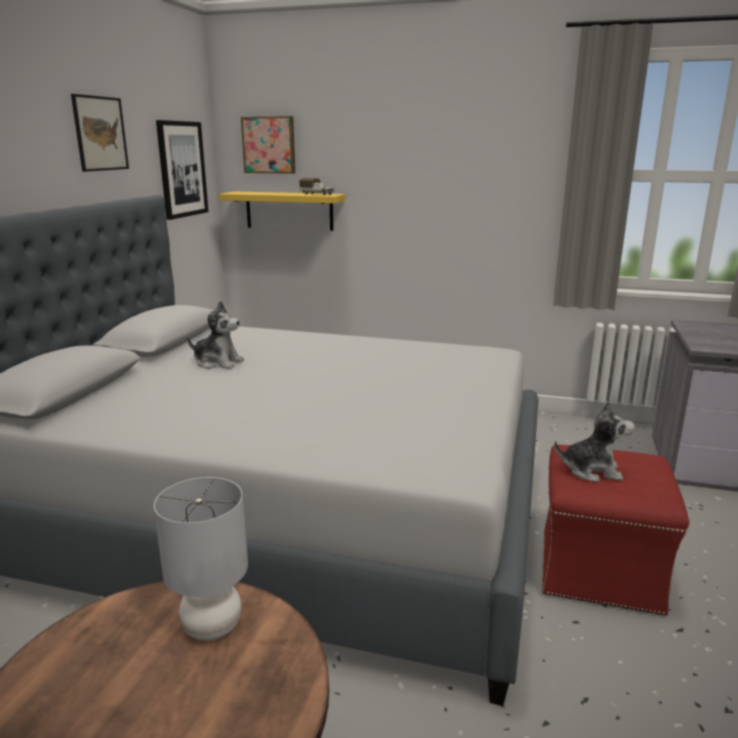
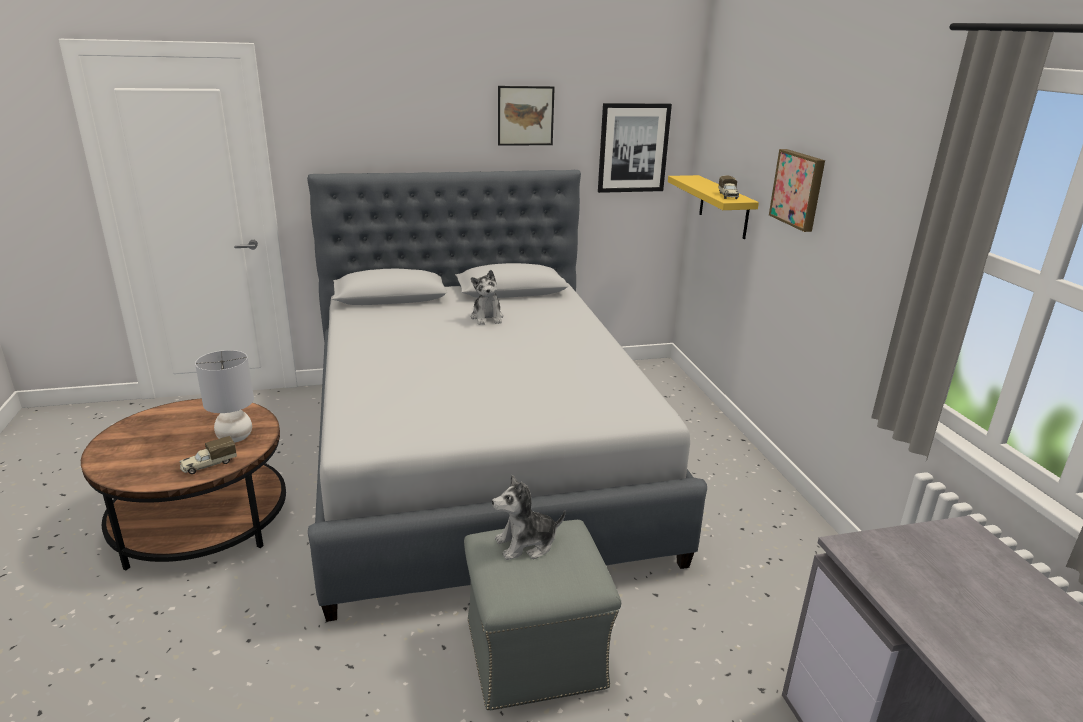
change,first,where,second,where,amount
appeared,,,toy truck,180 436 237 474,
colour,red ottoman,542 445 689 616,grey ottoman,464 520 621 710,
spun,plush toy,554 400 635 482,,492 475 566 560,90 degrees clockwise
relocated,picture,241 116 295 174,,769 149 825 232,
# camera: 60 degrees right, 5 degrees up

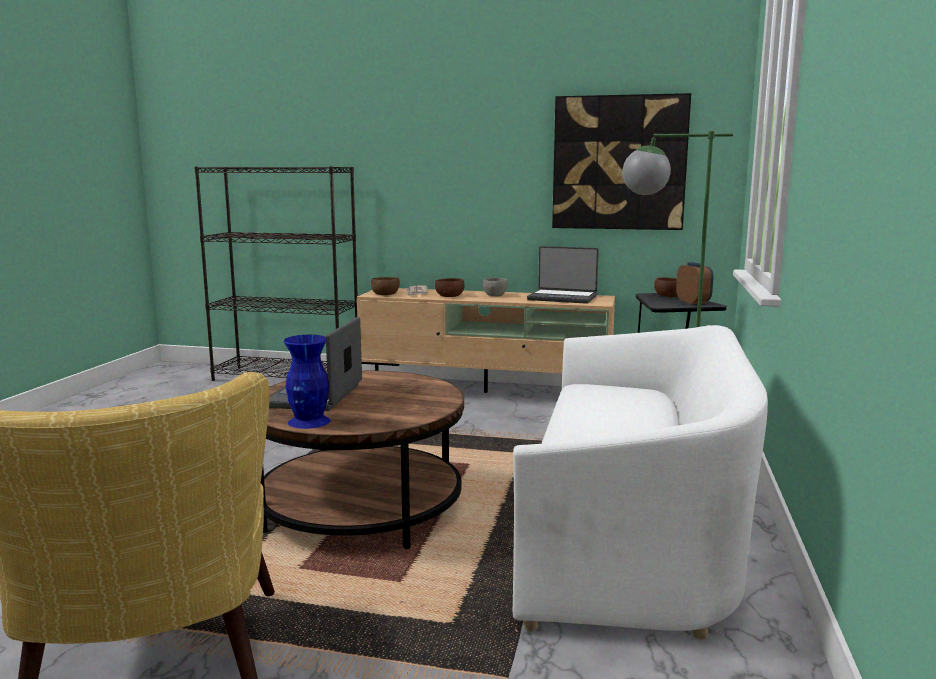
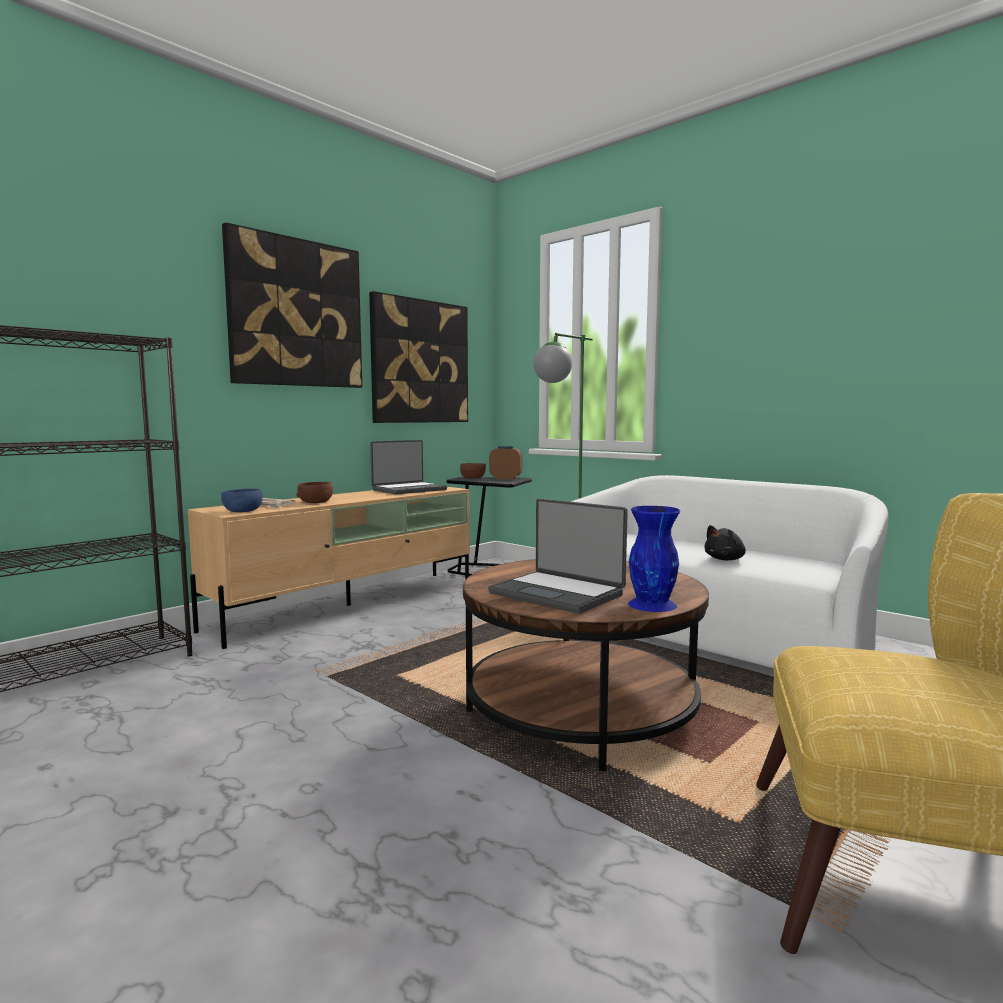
change,first,where,second,where,amount
colour,brown bowl,371 277 400 295,blue bowl,221 489 263 512,
appeared,,,picture,222 222 362 388,
appeared,,,black plush toy,704 525 746 560,
missing,grey bowl,483 278 508 296,,,
# camera: 60 degrees left, 5 degrees down

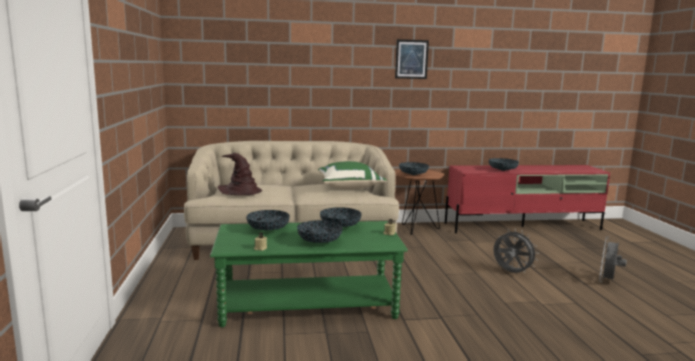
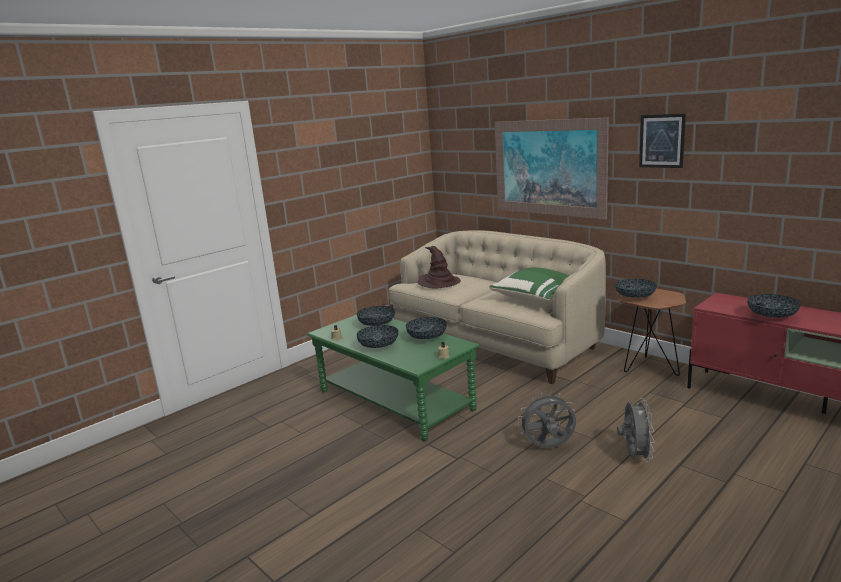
change,first,where,second,where,amount
appeared,,,picture,495 117 609 220,
relocated,grey fan,599 236 627 282,,518 391 576 448,
# camera: 55 degrees right, 5 degrees up

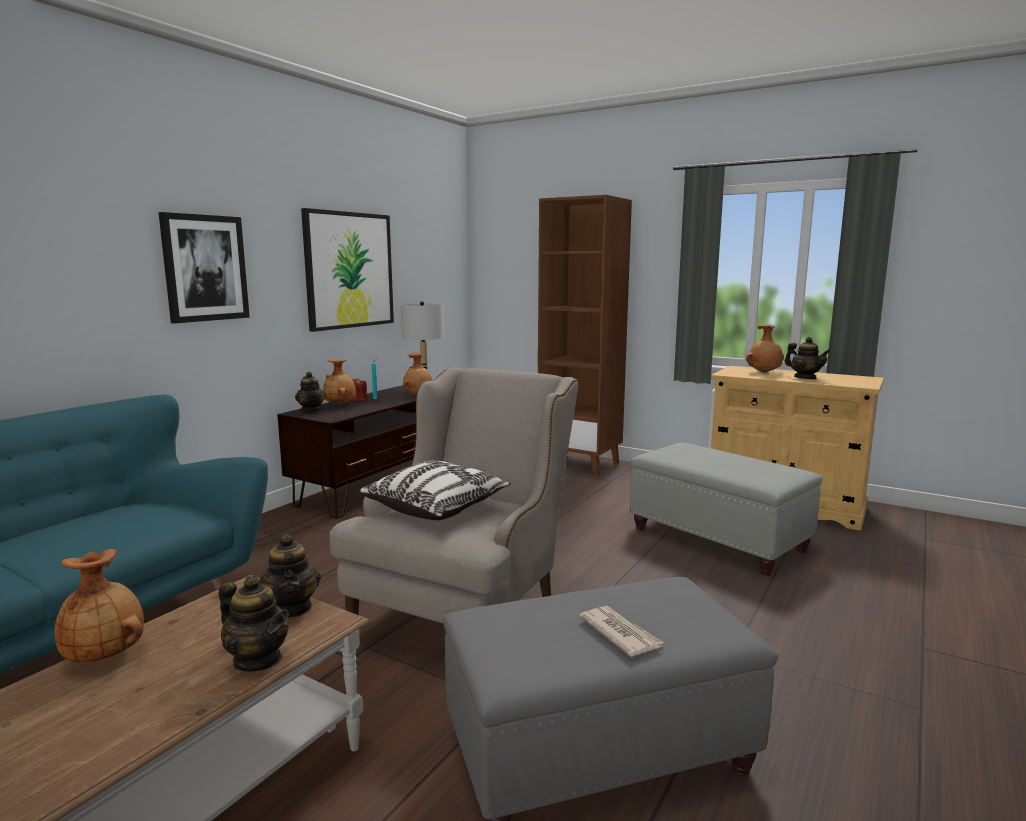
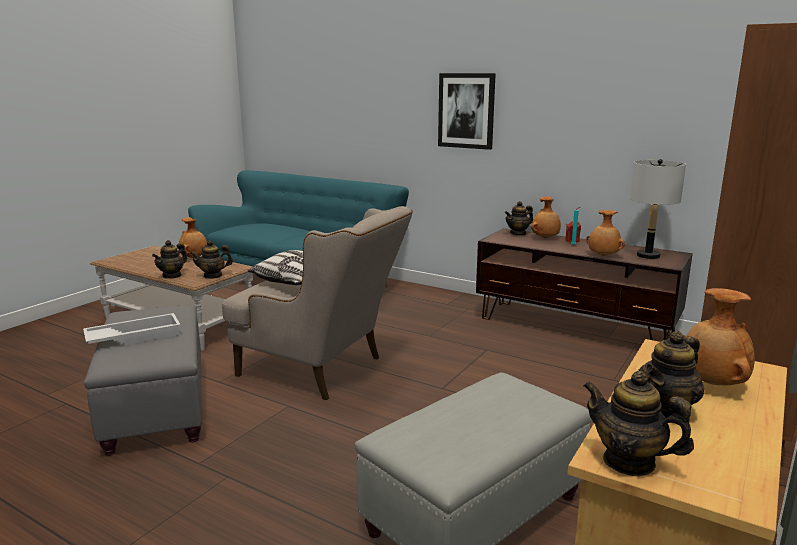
change,first,where,second,where,amount
exchanged,newspaper,579 606 664 657,white tray,83 313 180 345,
appeared,,,teapot,583 371 694 476,
missing,picture,301 208 394 332,,,
# camera: 90 degrees right, 5 degrees up

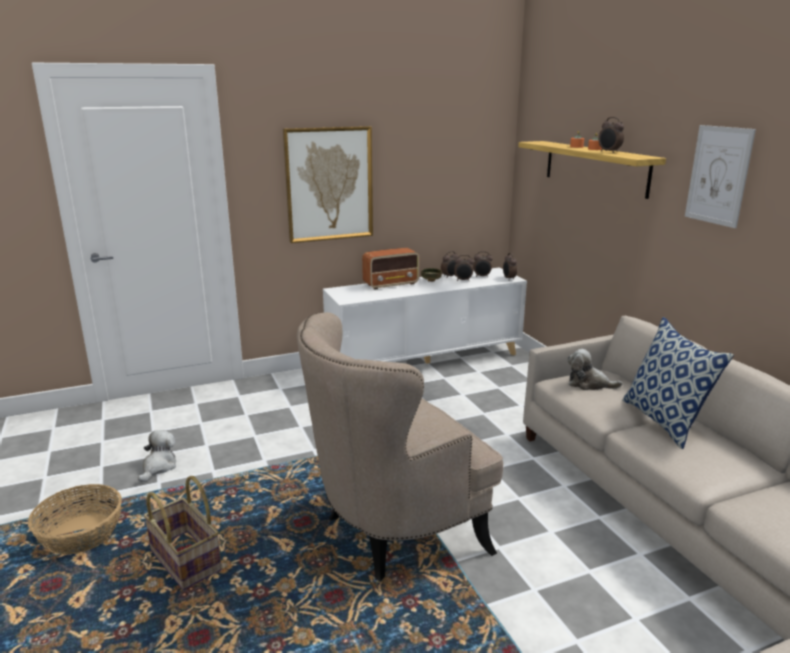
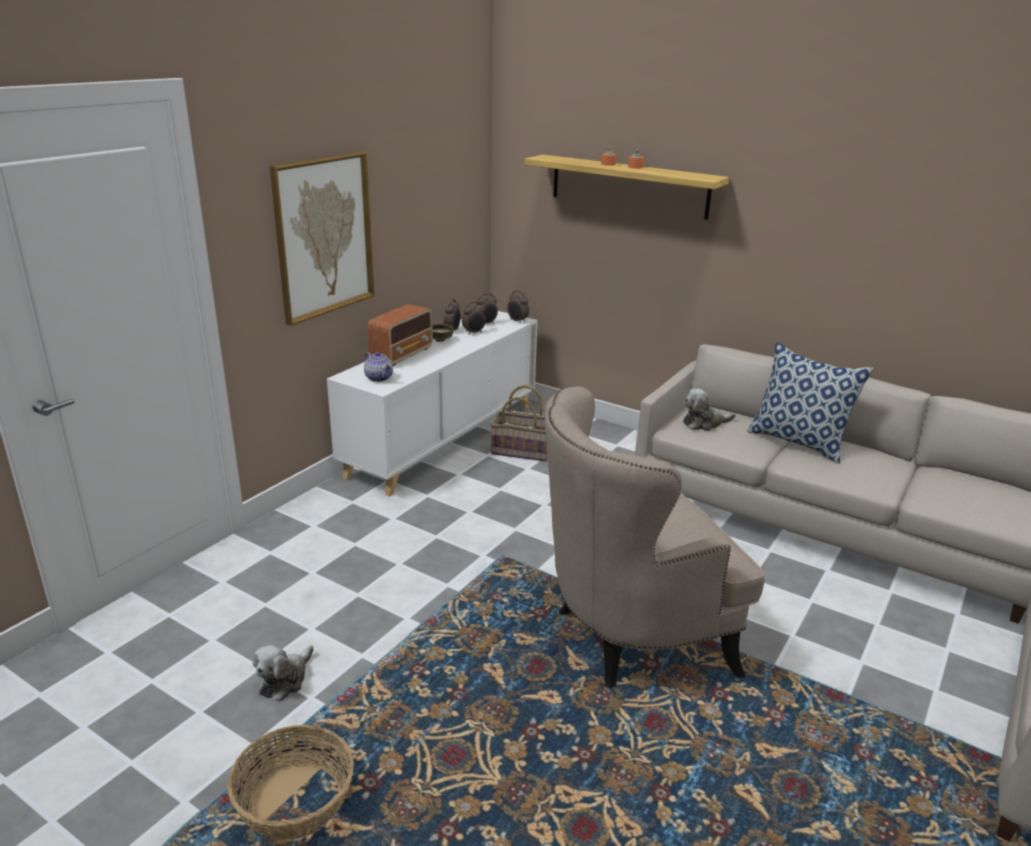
change,first,where,second,where,amount
spun,plush toy,138 430 176 482,,253 645 313 702,135 degrees counterclockwise
appeared,,,teapot,364 352 393 382,
relocated,basket,143 476 222 590,,490 385 547 461,
spun,beige armchair,297 312 503 581,,544 386 765 689,45 degrees clockwise
missing,alarm clock,598 117 624 153,,,
missing,picture,685 125 756 228,,,
# camera: 35 degrees left, 5 degrees up

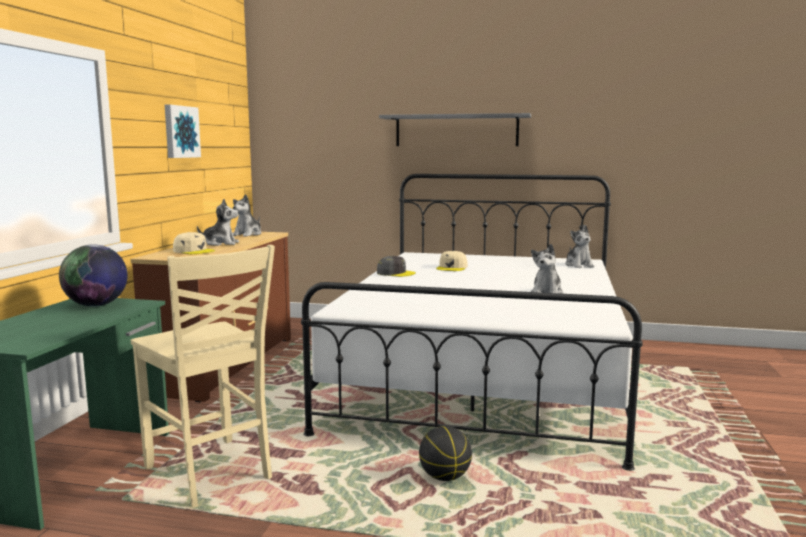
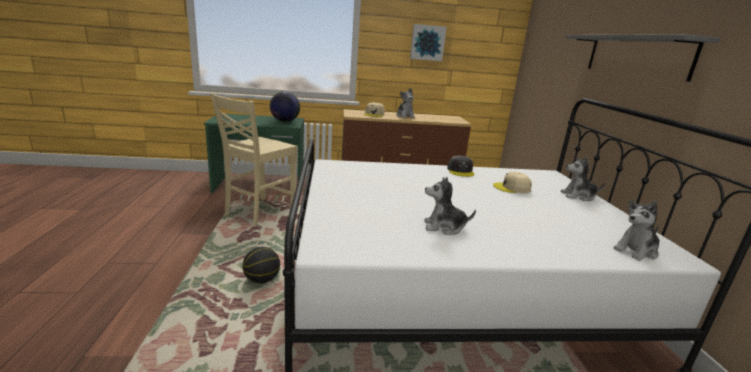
change,first,where,second,where,amount
relocated,plush toy,233 194 261 237,,561 156 605 201,
# camera: 70 degrees right, 10 degrees up

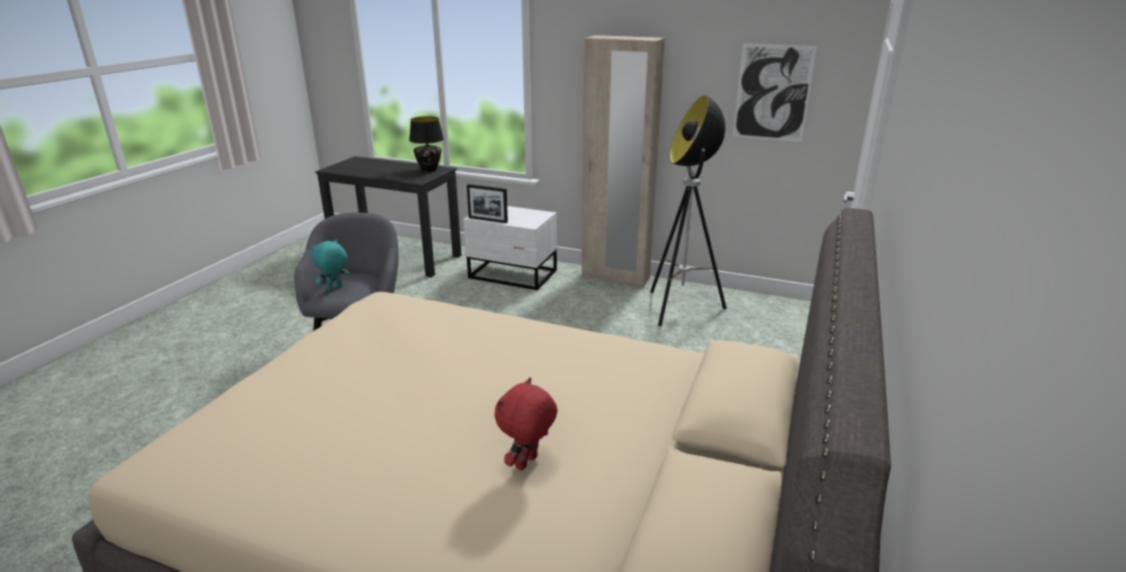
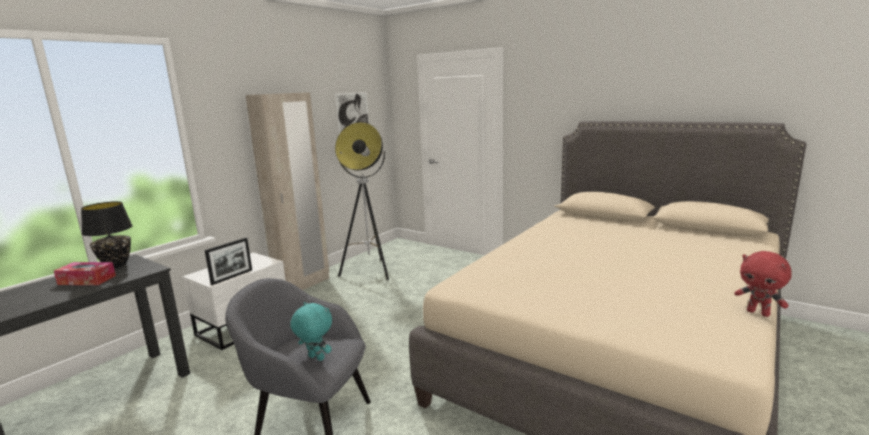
change,first,where,second,where,amount
appeared,,,tissue box,54 262 116 285,
spun,turquoise plush toy,310 239 350 291,,290 302 332 361,150 degrees clockwise
relocated,red plush toy,495 377 558 471,,734 251 792 317,
# camera: 75 degrees left, 10 degrees down

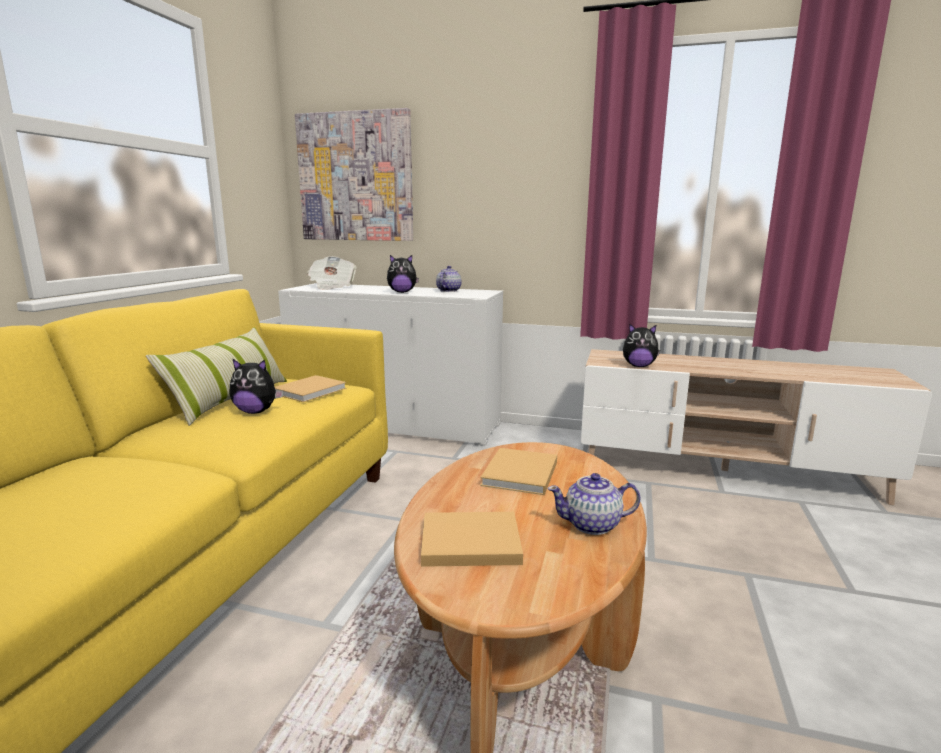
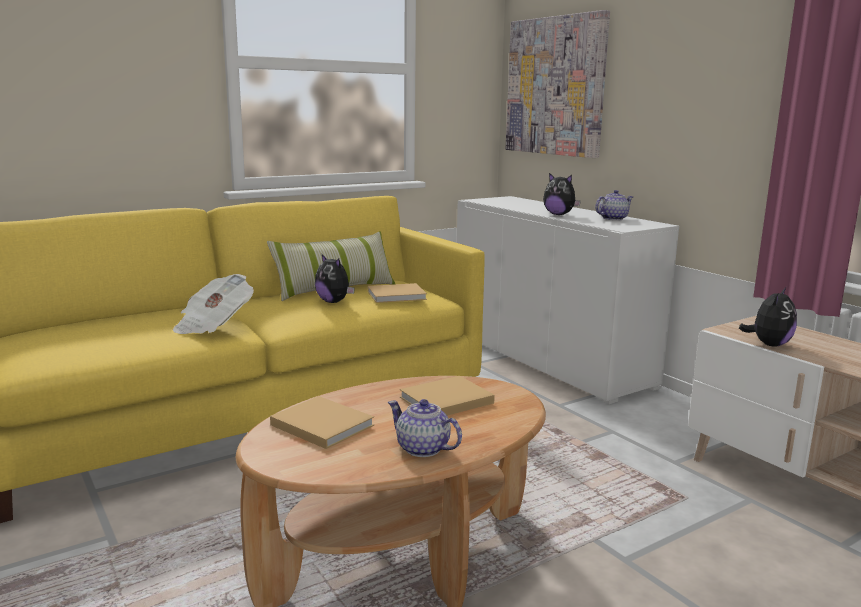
change,first,where,second,where,amount
relocated,newspaper,307 256 357 290,,173 274 254 334,
spun,plush toy,623 324 660 367,,739 287 797 347,105 degrees counterclockwise
# camera: 40 degrees right, 0 degrees up

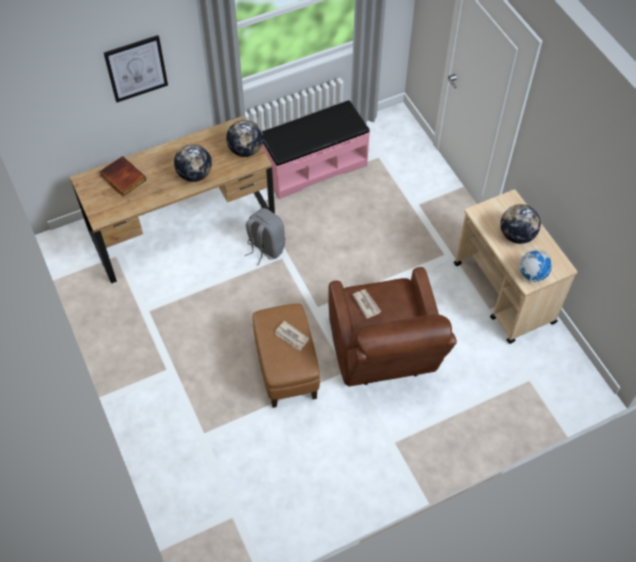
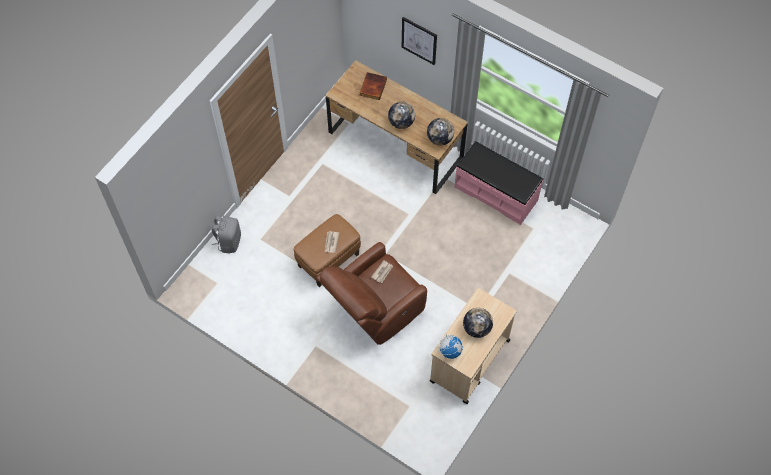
change,first,where,second,where,amount
relocated,grey backpack,245 208 285 265,,212 216 241 253,
# camera: 60 degrees right, 5 degrees up

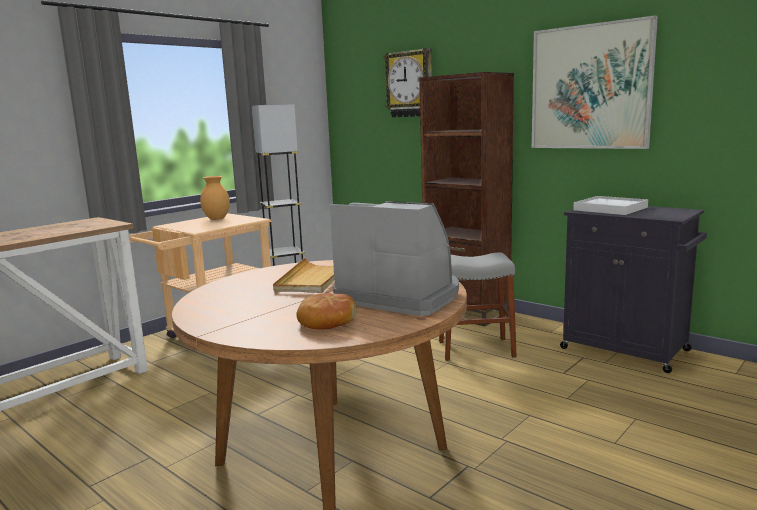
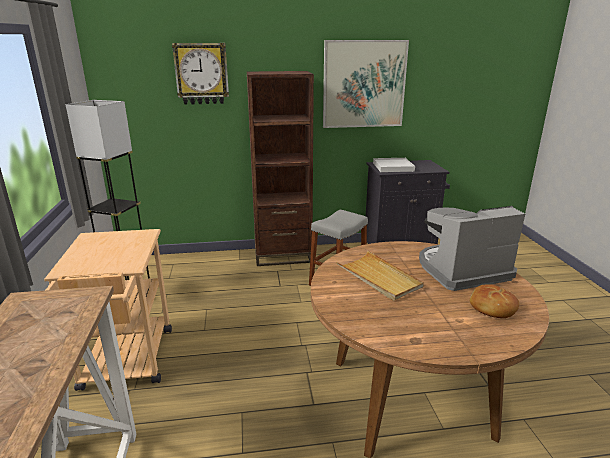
change,first,where,second,where,amount
missing,brown vase,200 176 230 220,,,
# camera: 50 degrees left, 10 degrees up

